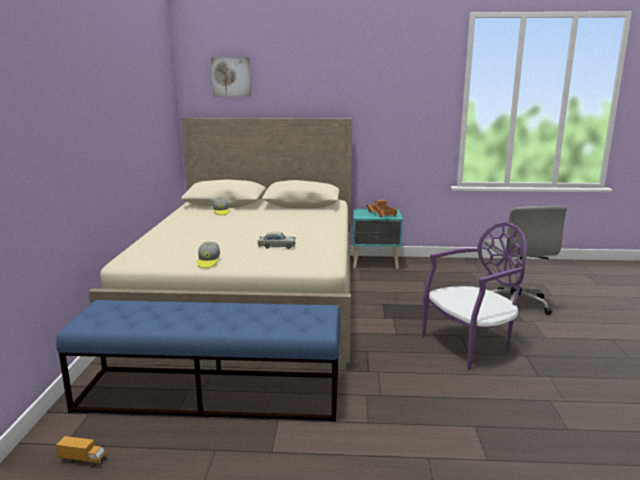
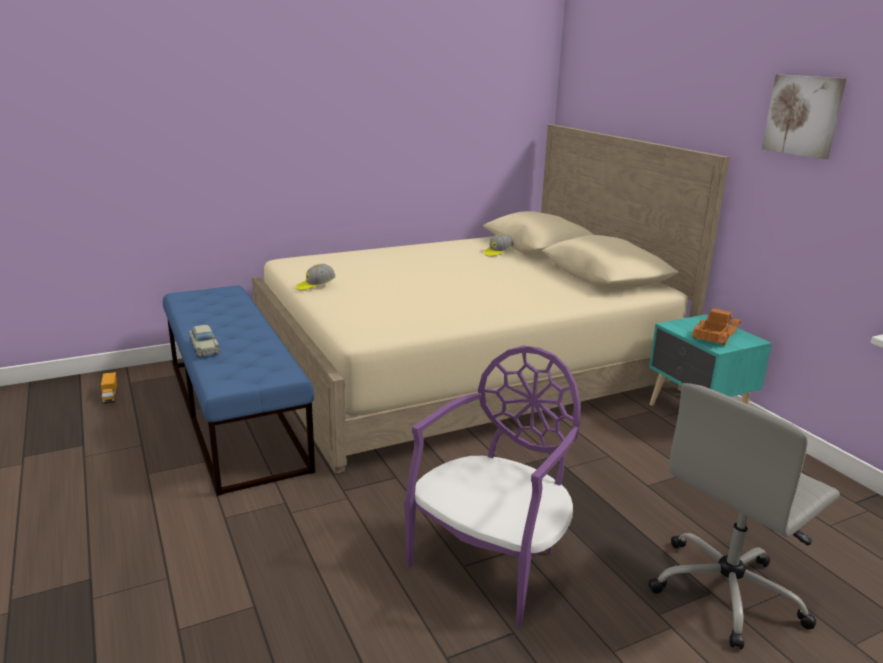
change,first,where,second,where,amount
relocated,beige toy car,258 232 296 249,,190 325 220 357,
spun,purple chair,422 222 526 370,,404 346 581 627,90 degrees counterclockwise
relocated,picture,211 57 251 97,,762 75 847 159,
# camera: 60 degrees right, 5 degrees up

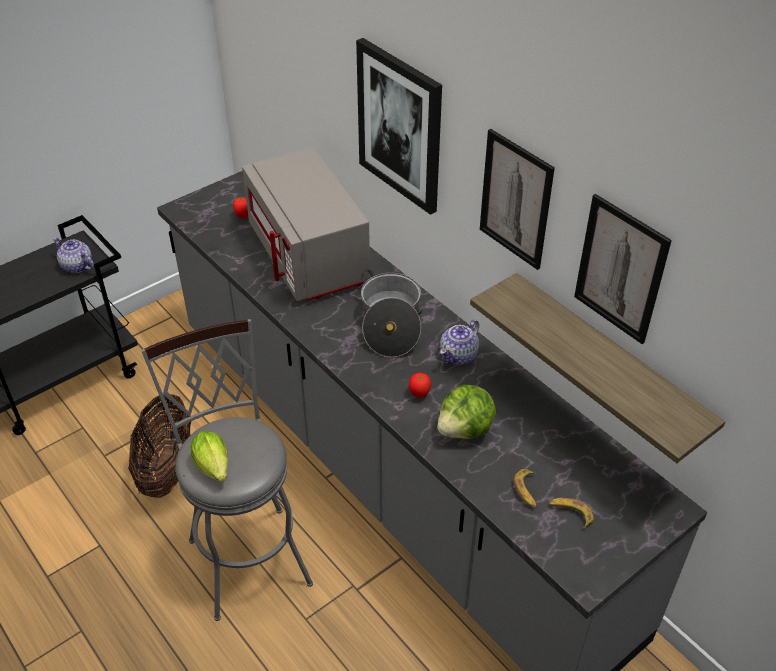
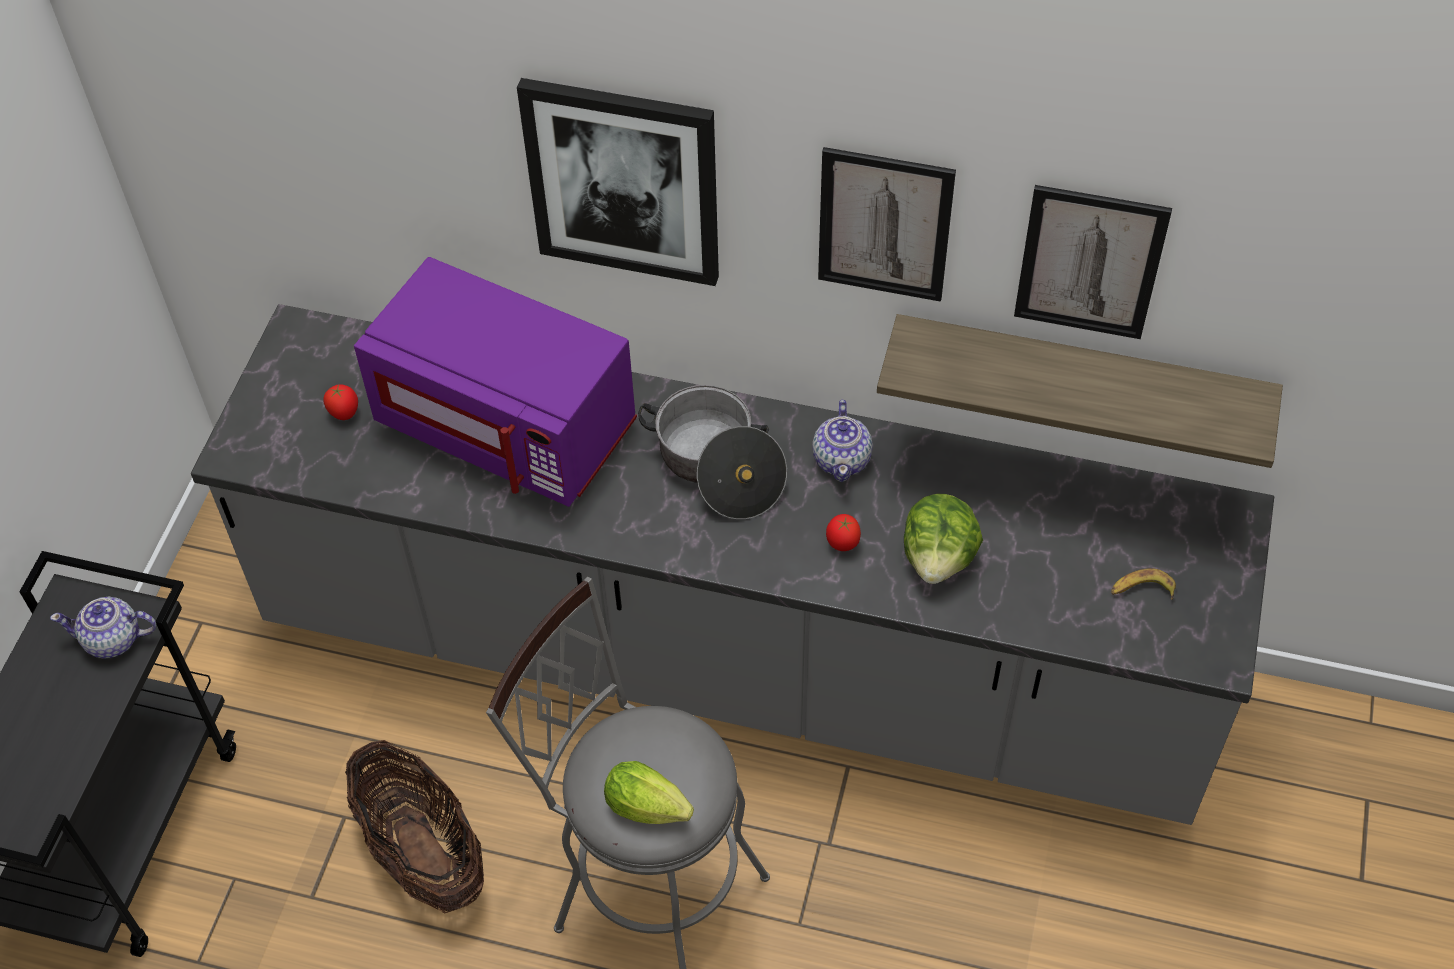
change,first,where,second,where,amount
colour,grey microwave,242 148 370 301,purple microwave,354 257 637 507,
missing,banana,513 469 536 508,,,
# camera: 35 degrees left, 10 degrees up

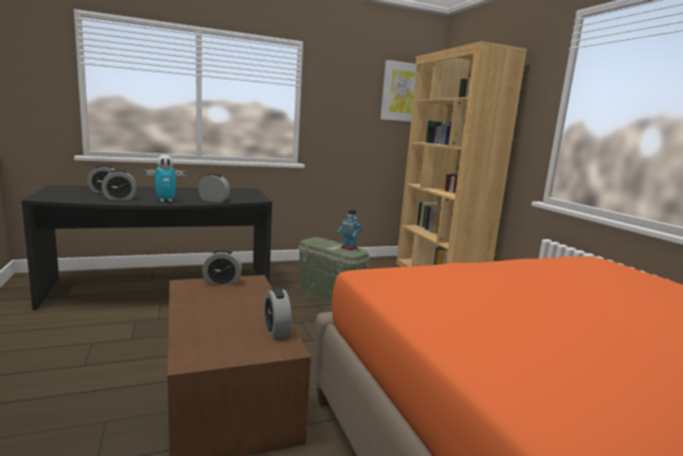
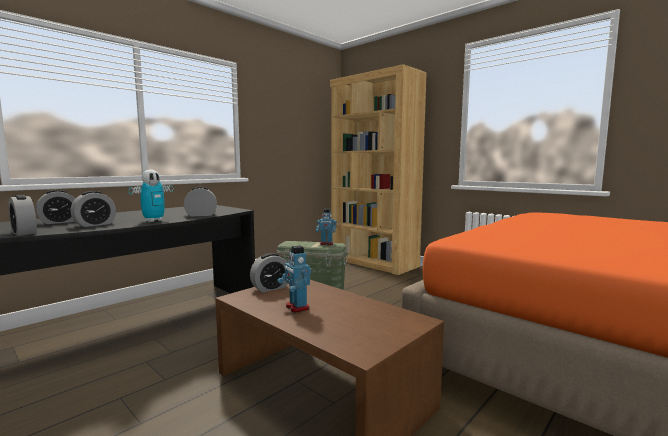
change,first,where,second,where,amount
relocated,alarm clock,264 288 292 338,,9 195 37 236,
appeared,,,toy robot,277 245 311 313,
missing,picture,380 60 417 122,,,
# camera: 25 degrees left, 5 degrees down

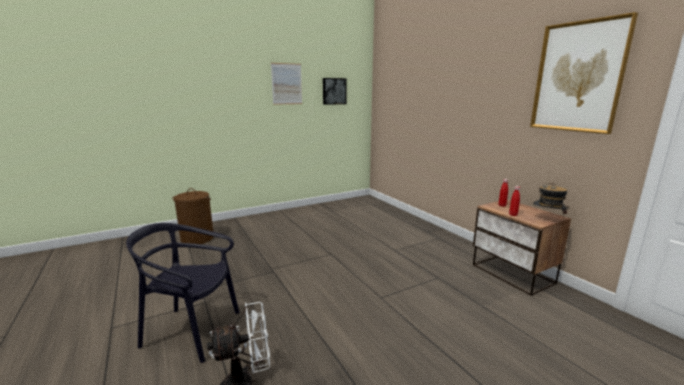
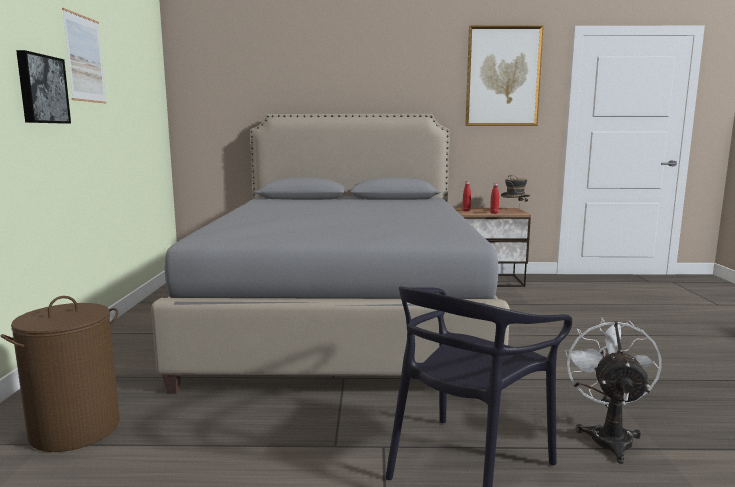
change,first,where,second,where,amount
relocated,picture,323 78 347 105,,16 50 71 124,
appeared,,,grey bed,151 114 510 394,
# camera: 60 degrees left, 5 degrees down

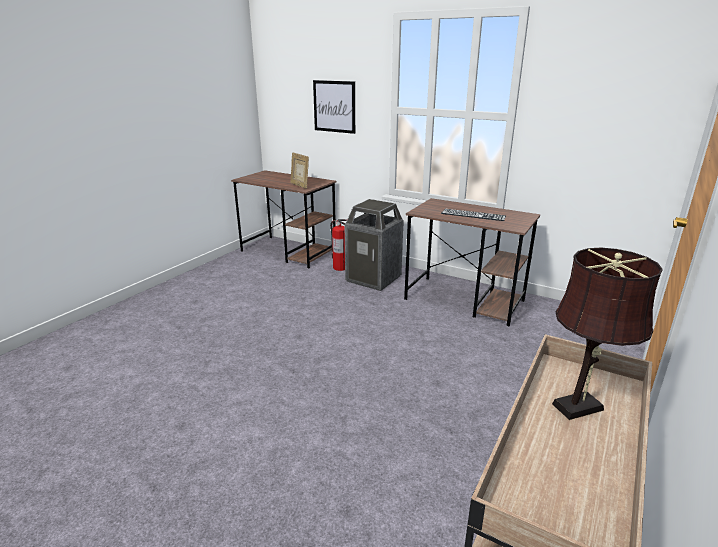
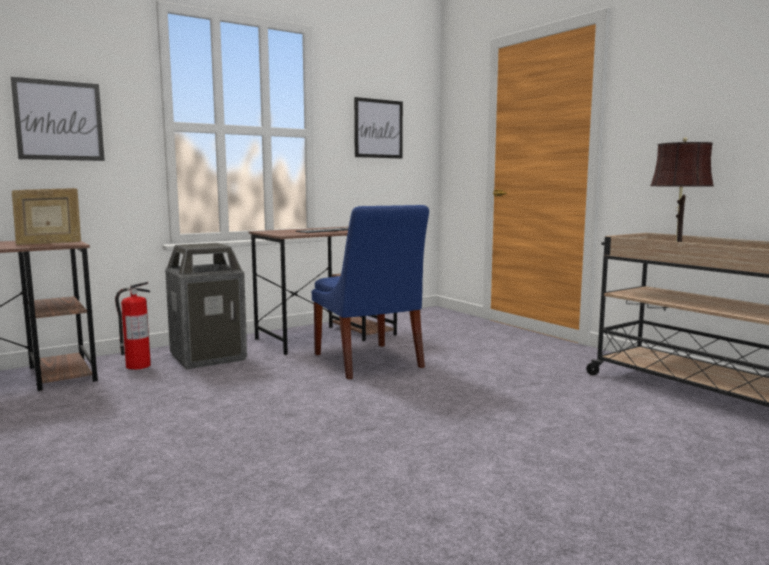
change,first,where,second,where,amount
appeared,,,blue chair,312 205 429 379,
appeared,,,picture,354 97 403 159,
# camera: 65 degrees left, 15 degrees down

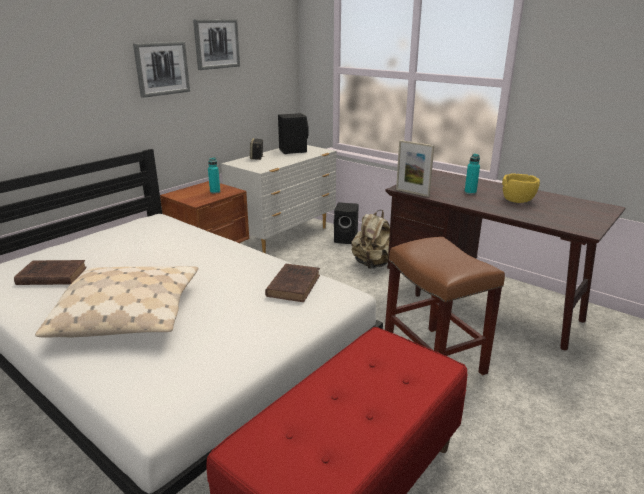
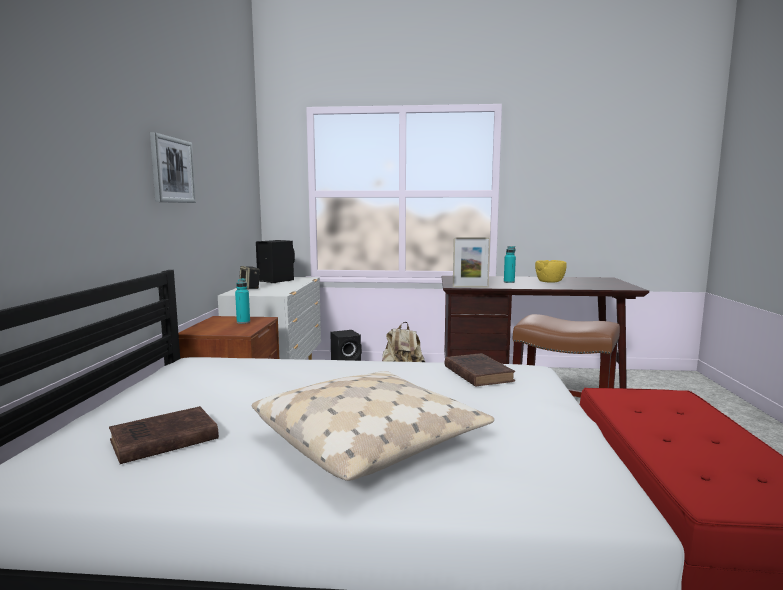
change,first,where,second,where,amount
missing,picture,193 19 240 70,,,
# camera: 35 degrees left, 15 degrees down

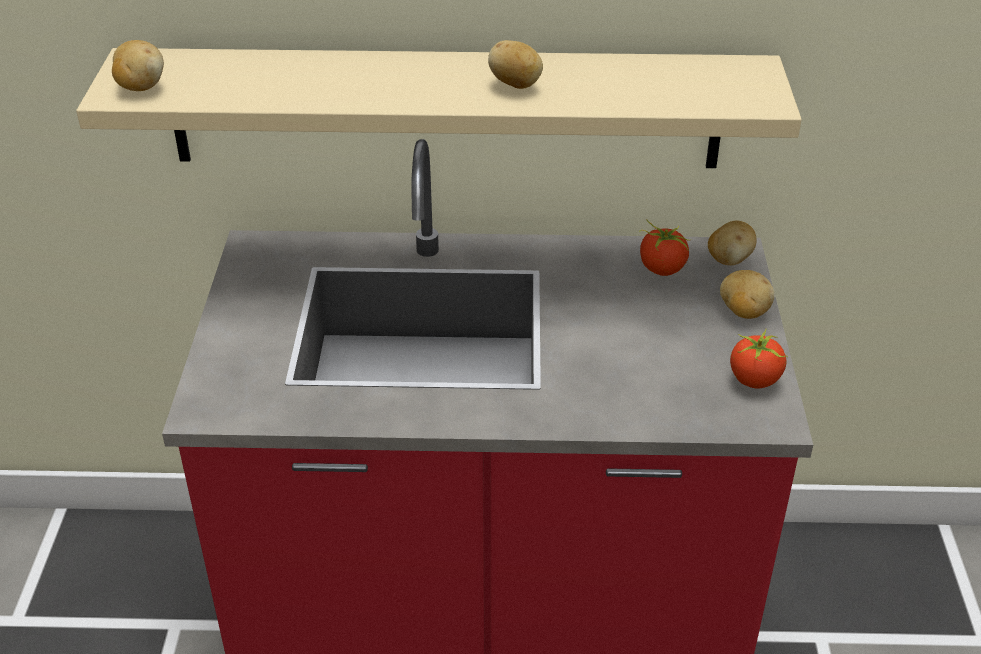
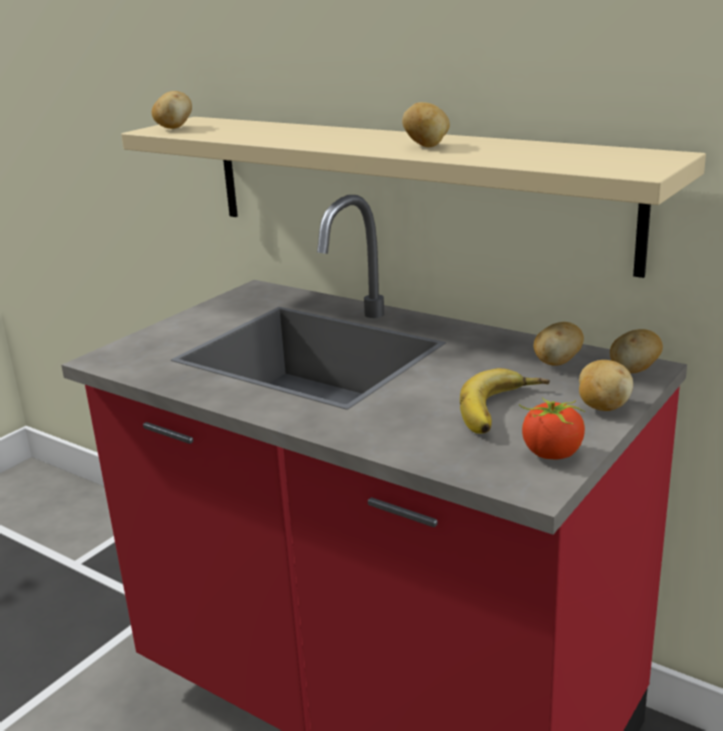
change,first,where,second,where,amount
appeared,,,banana,460 368 550 434,
exchanged,tomato,639 220 692 276,potato,534 322 584 366,
# camera: 35 degrees right, 15 degrees down

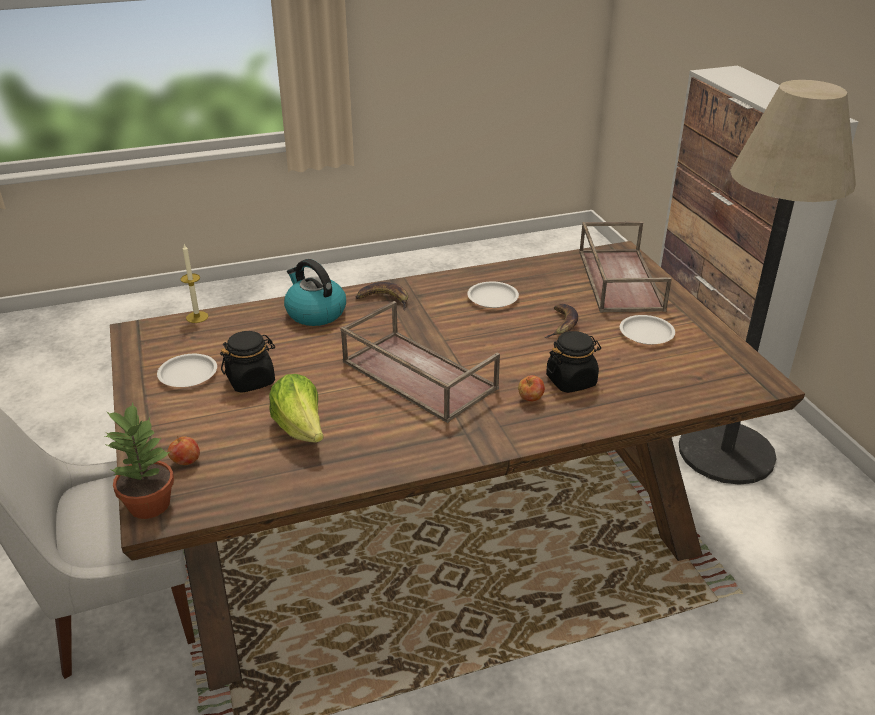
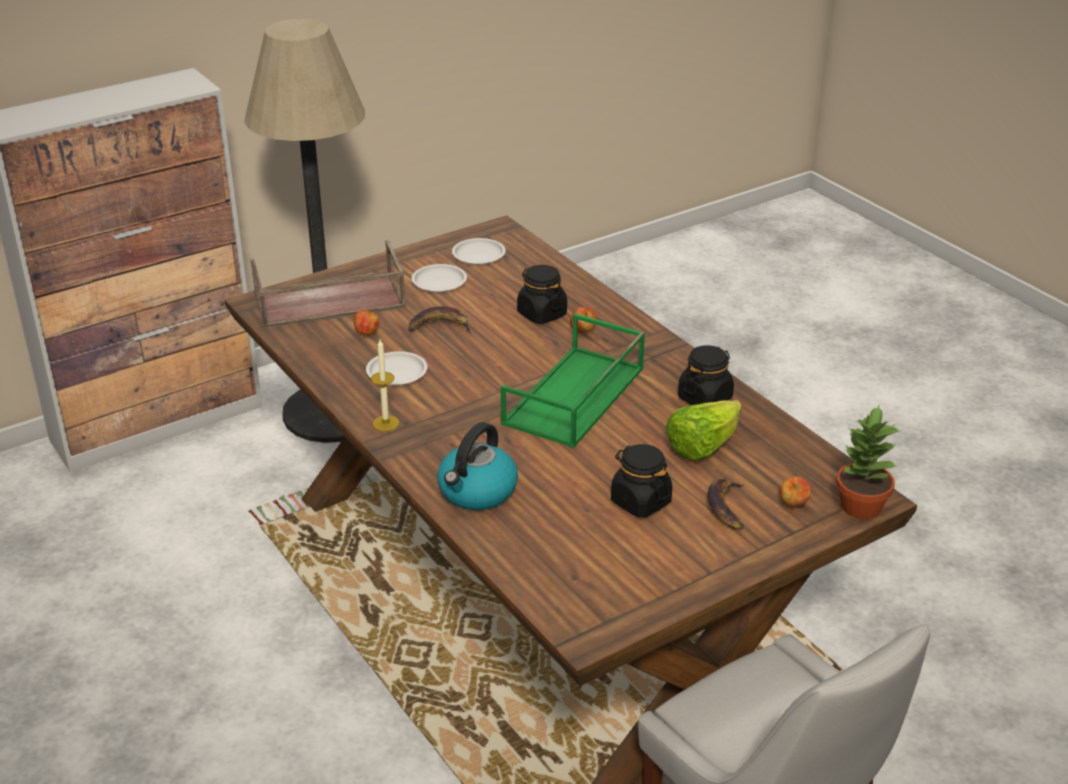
change,first,where,second,where,amount
appeared,,,apple,354 310 379 336,
relocated,candle,181 244 209 323,,371 339 399 431,
relocated,white plate,157 354 217 387,,452 238 506 265,
colour,brown tray,340 301 500 423,green tray,501 314 645 448,
appeared,,,black jar,678 345 734 405,
relocated,banana,356 282 408 310,,708 478 744 530,
# camera: 105 degrees left, 0 degrees up

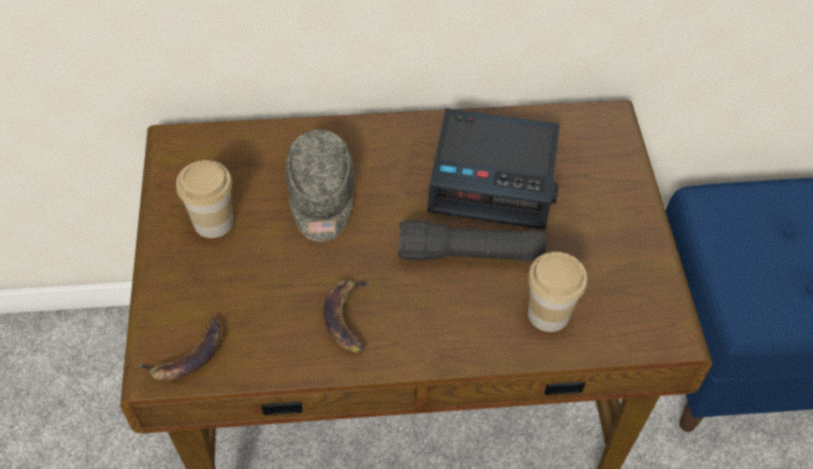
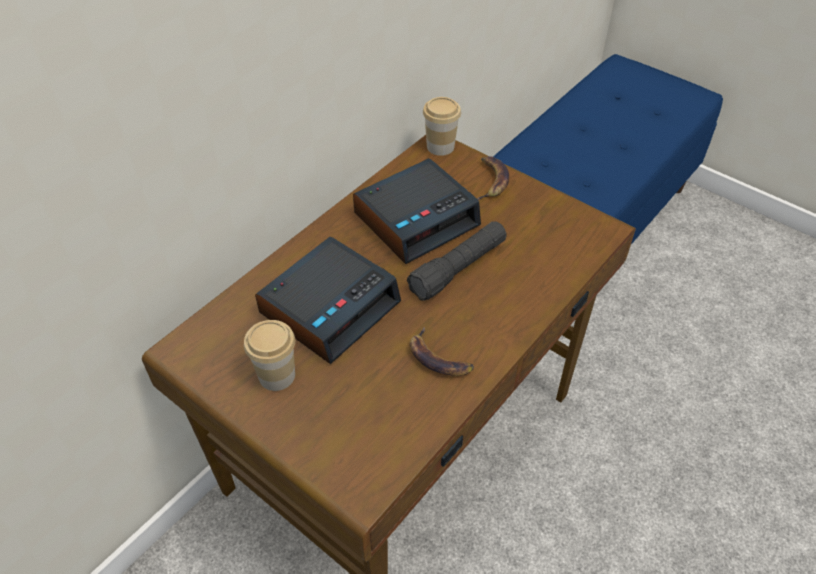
change,first,where,second,where,amount
exchanged,grey cap,286 130 354 242,alarm clock,255 236 401 364,
relocated,cup,528 252 587 332,,423 97 461 156,
relocated,banana,136 317 223 381,,477 156 509 200,
# camera: 45 degrees left, 5 degrees down

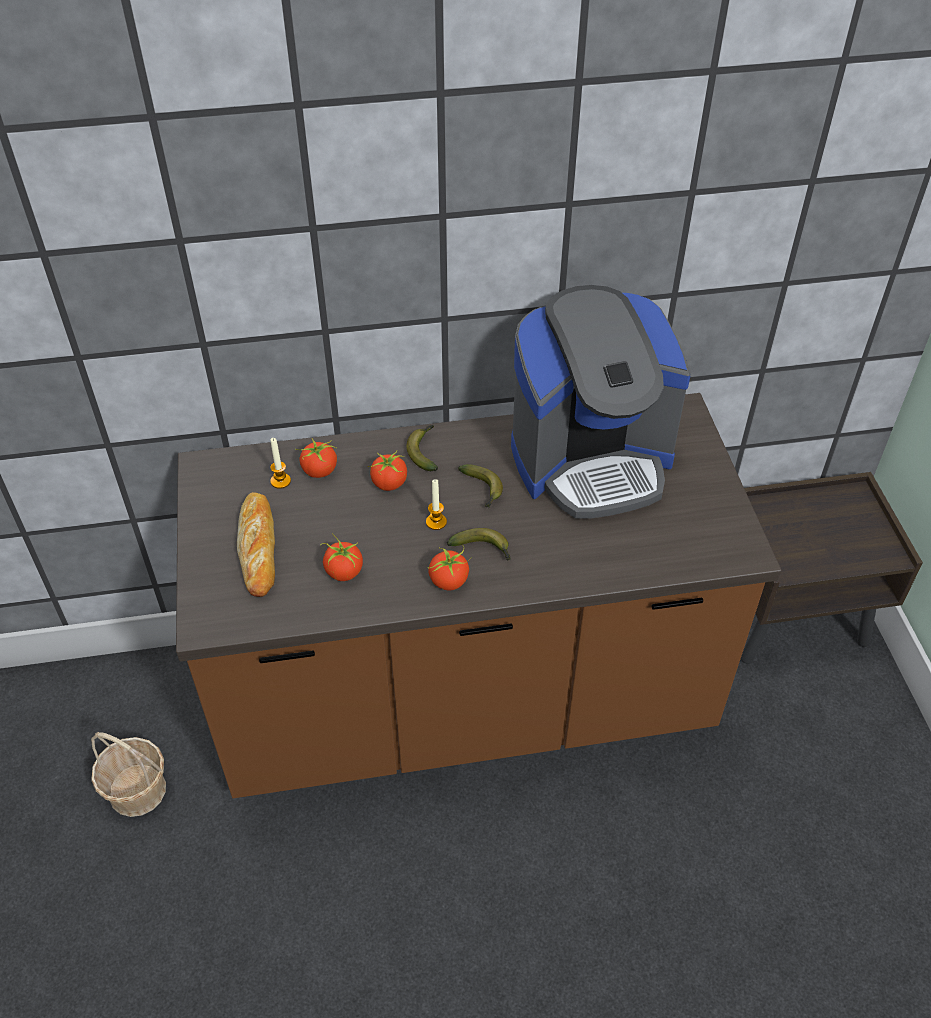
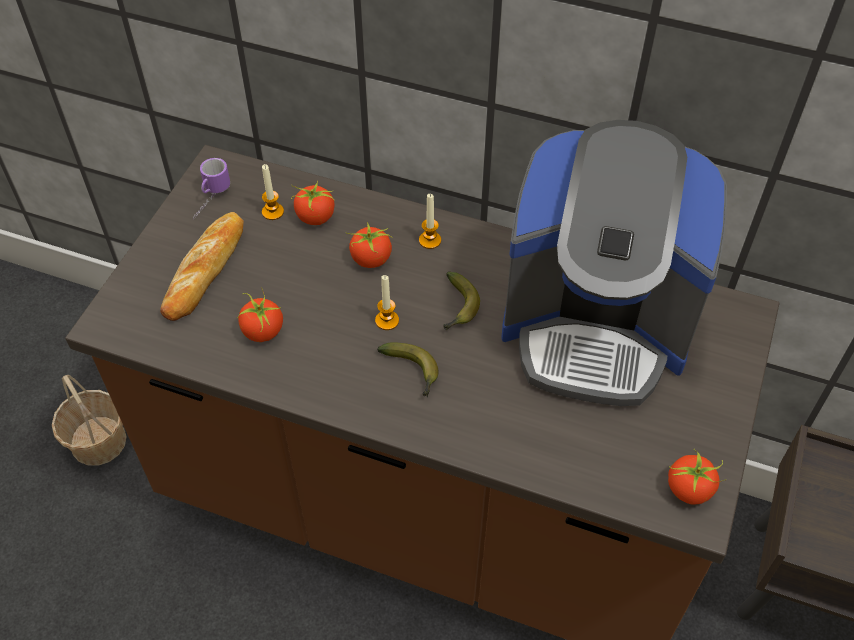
change,first,where,second,where,amount
appeared,,,mug,193 158 230 219,
exchanged,banana,406 425 438 471,candle,419 194 441 249,
relocated,tomato,427 545 472 591,,668 450 726 504,
# camera: 30 degrees right, 5 degrees up

